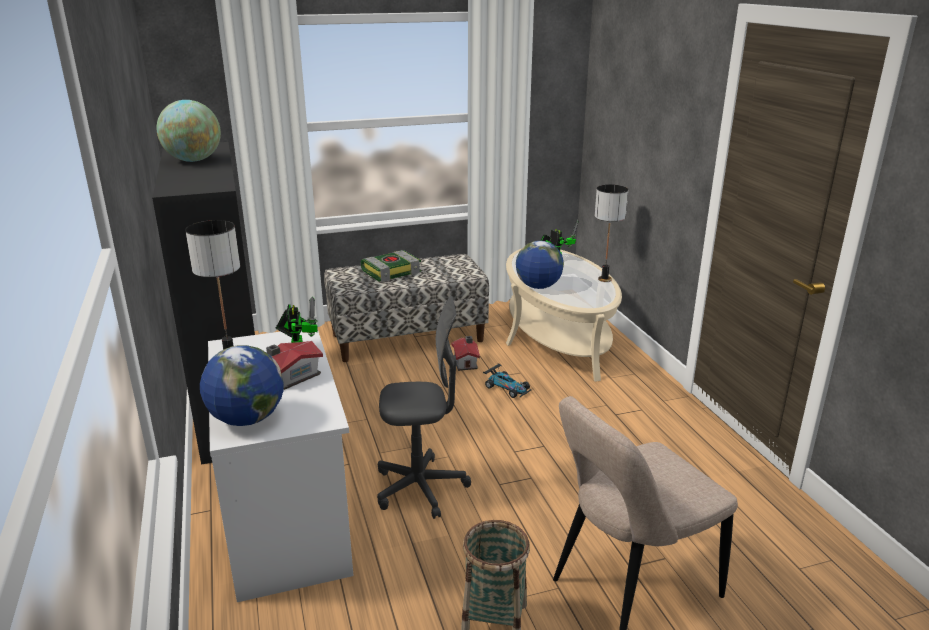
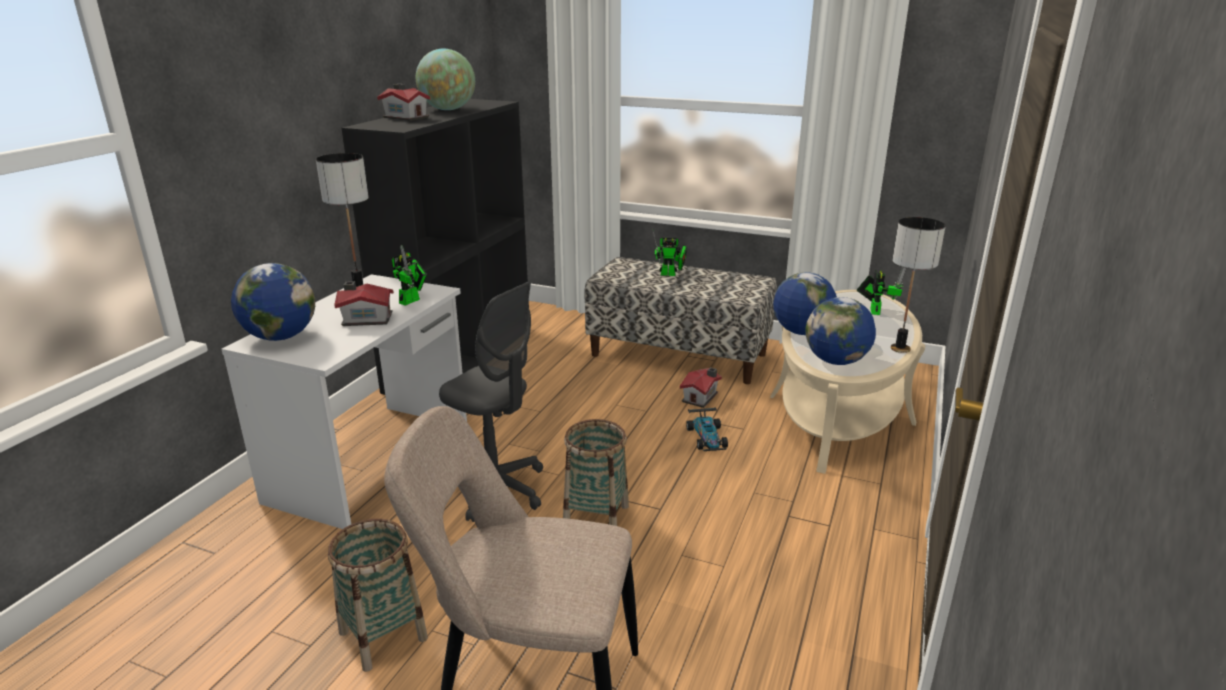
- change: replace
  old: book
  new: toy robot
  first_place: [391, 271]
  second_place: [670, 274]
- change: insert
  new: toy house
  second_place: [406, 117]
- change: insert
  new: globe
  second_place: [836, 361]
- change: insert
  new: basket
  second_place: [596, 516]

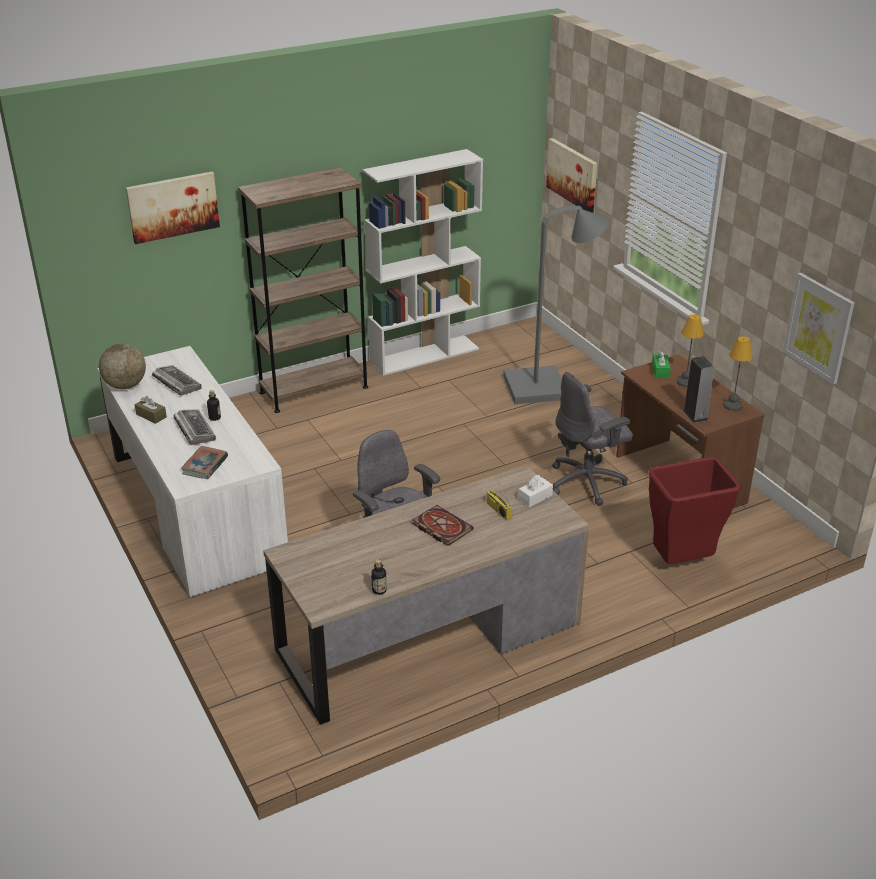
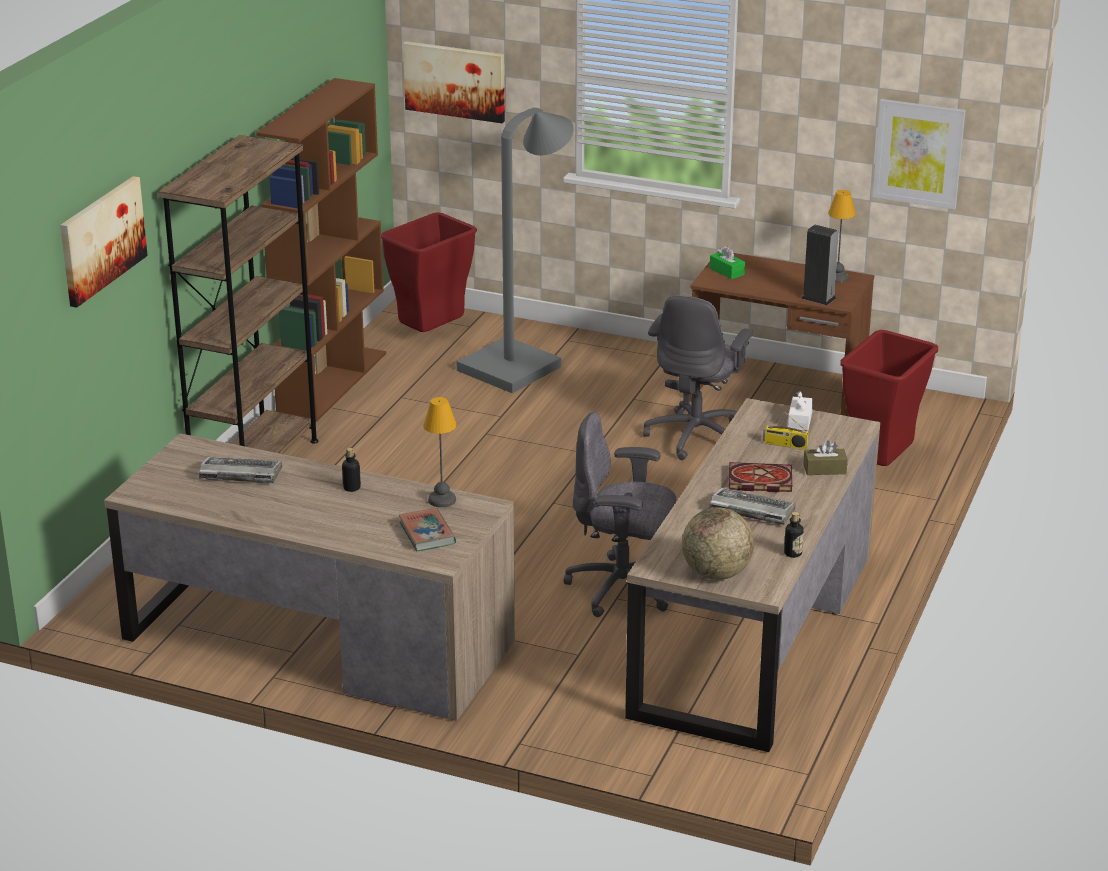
- change: recolor
  old: white bookcase
  new: brown bookcase
  first_place: [425, 355]
  second_place: [332, 382]
- change: move
  old: table lamp
  first_place: [686, 382]
  second_place: [442, 499]
- change: move
  old: globe
  first_place: [125, 385]
  second_place: [716, 573]
- change: recolor
  old: white desk
  new: brown desk
  first_place: [196, 509]
  second_place: [318, 641]
- change: move
  old: brown tissue box
  first_place: [151, 416]
  second_place: [824, 469]
- change: move
  old: keyboard
  first_place: [194, 430]
  second_place: [750, 511]
- change: insert
  new: red trash can
  second_place: [431, 334]

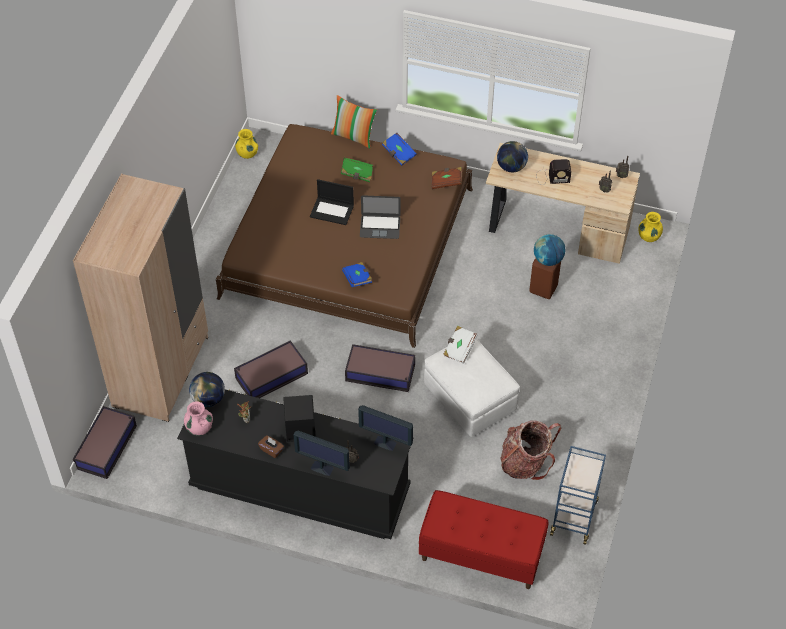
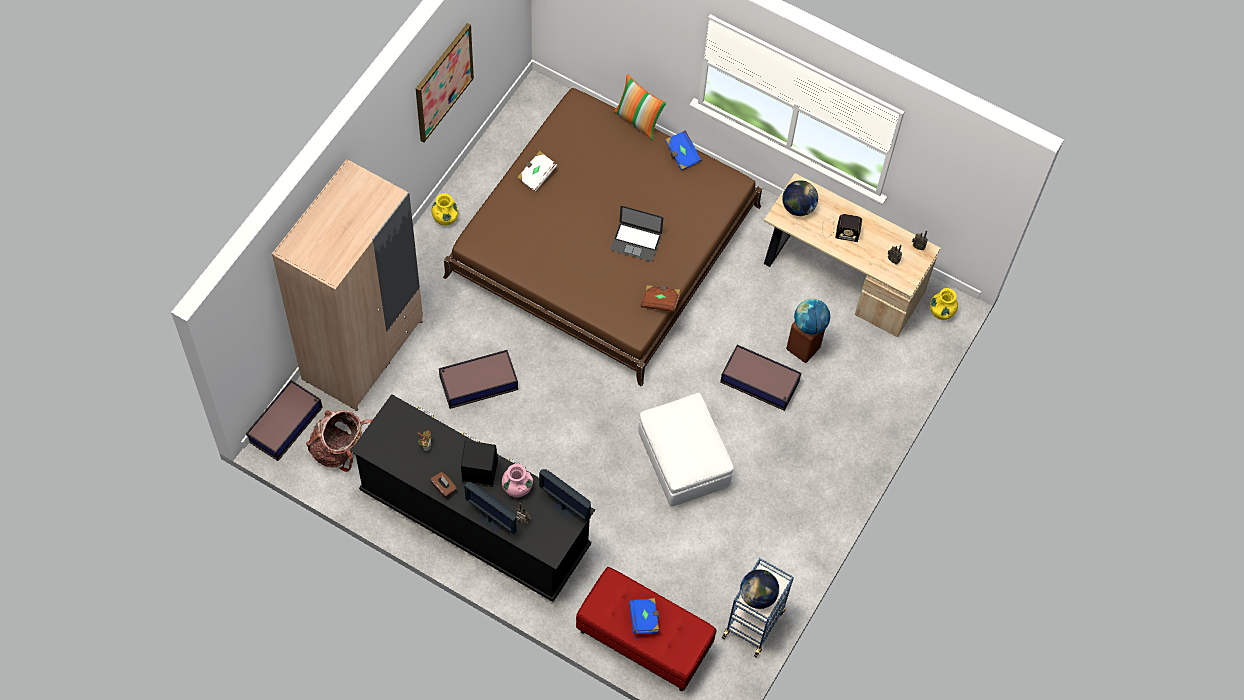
- change: move
  old: yellow vase
  first_place: [247, 154]
  second_place: [445, 218]
- change: delete
  old: green book
  first_place: [357, 174]
- change: move
  old: brown book
  first_place: [446, 182]
  second_place: [660, 301]
- change: delete
  old: laptop
  first_place: [332, 211]
- change: move
  old: blue book
  first_place: [357, 279]
  second_place: [644, 619]
- change: move
  old: white book
  first_place: [459, 349]
  second_place: [536, 175]
- change: move
  old: storage box
  first_place: [381, 373]
  second_place: [760, 382]
- change: move
  old: globe
  first_place: [208, 399]
  second_place: [757, 595]
- change: move
  old: pink vase
  first_place: [199, 428]
  second_place: [517, 487]
- change: move
  old: backpack
  first_place: [525, 463]
  second_place: [340, 449]
- change: insert
  new: picture
  second_place: [443, 82]

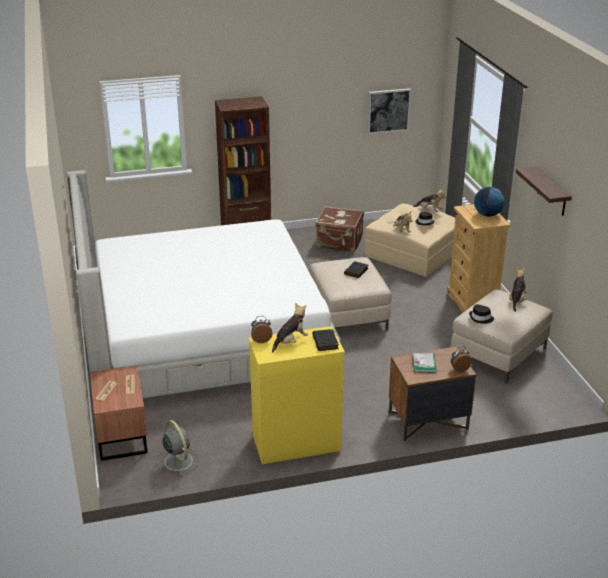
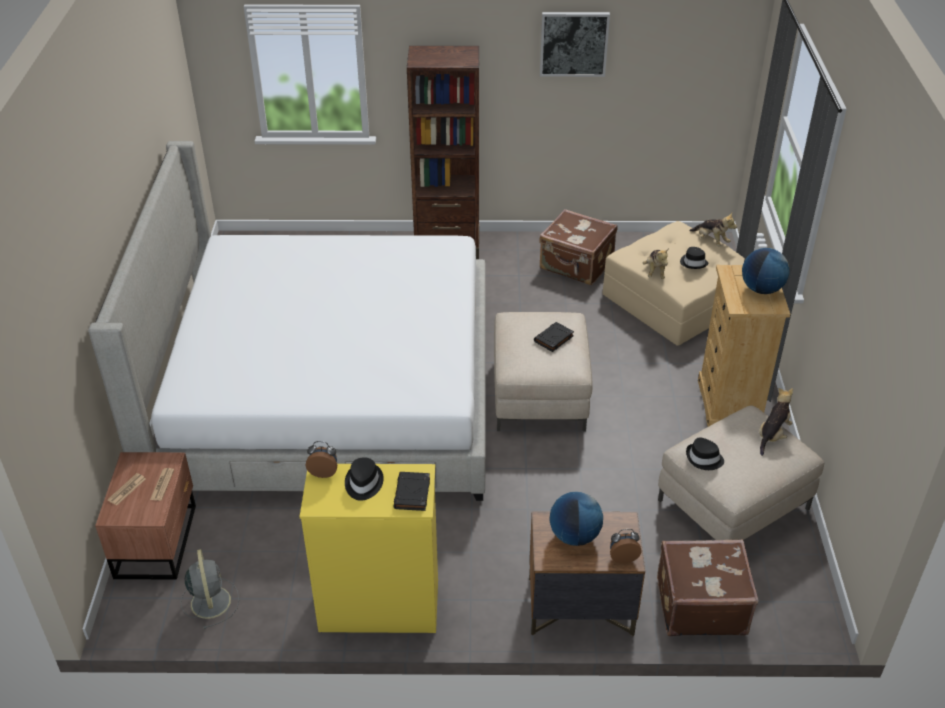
- change: move
  old: picture
  first_place: [388, 110]
  second_place: [574, 43]
- change: delete
  old: shelf
  first_place: [552, 192]
- change: replace
  old: plush toy
  new: black hat
  first_place: [290, 342]
  second_place: [363, 483]
- change: replace
  old: book
  new: globe
  first_place: [424, 364]
  second_place: [574, 536]
- change: insert
  new: brown suitcase
  second_place: [700, 605]

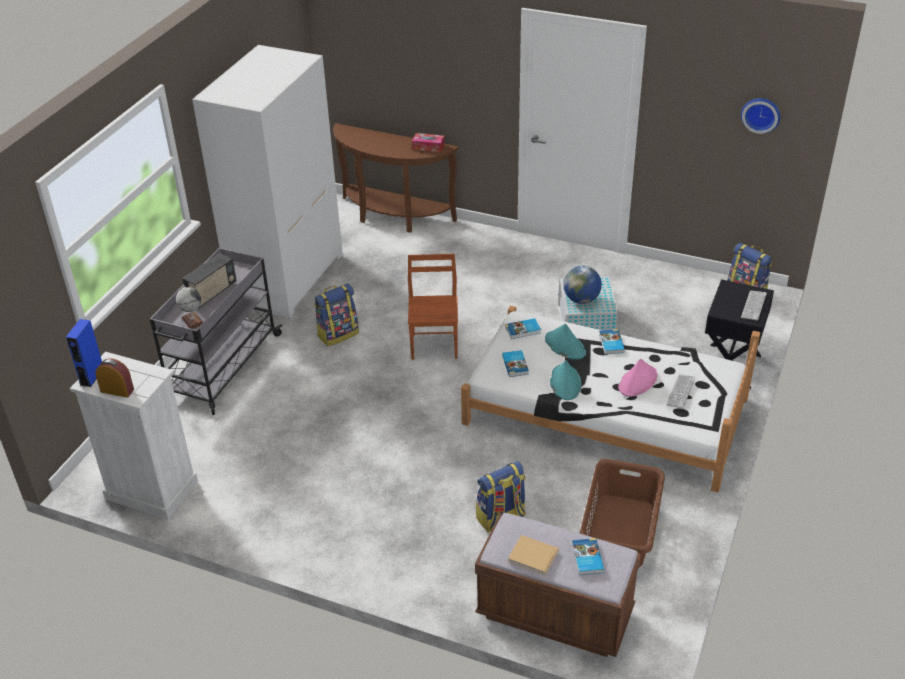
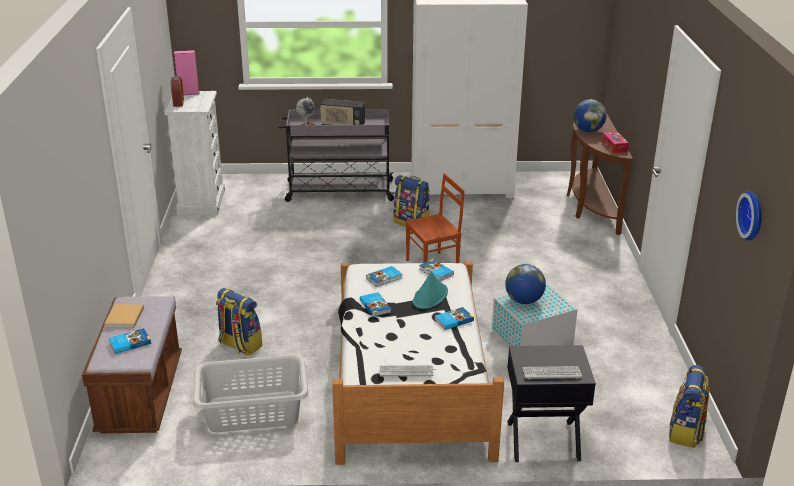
- change: recolor
  old: blue speaker
  new: pink speaker
  first_place: [92, 376]
  second_place: [188, 93]
- change: delete
  old: pink hat
  first_place: [637, 381]
- change: replace
  old: turquoise hat
  new: book
  first_place: [565, 383]
  second_place: [375, 306]
- change: recolor
  old: brown laundry basket
  new: grey laundry basket
  first_place: [619, 531]
  second_place: [252, 411]
- change: insert
  new: globe
  second_place: [588, 130]

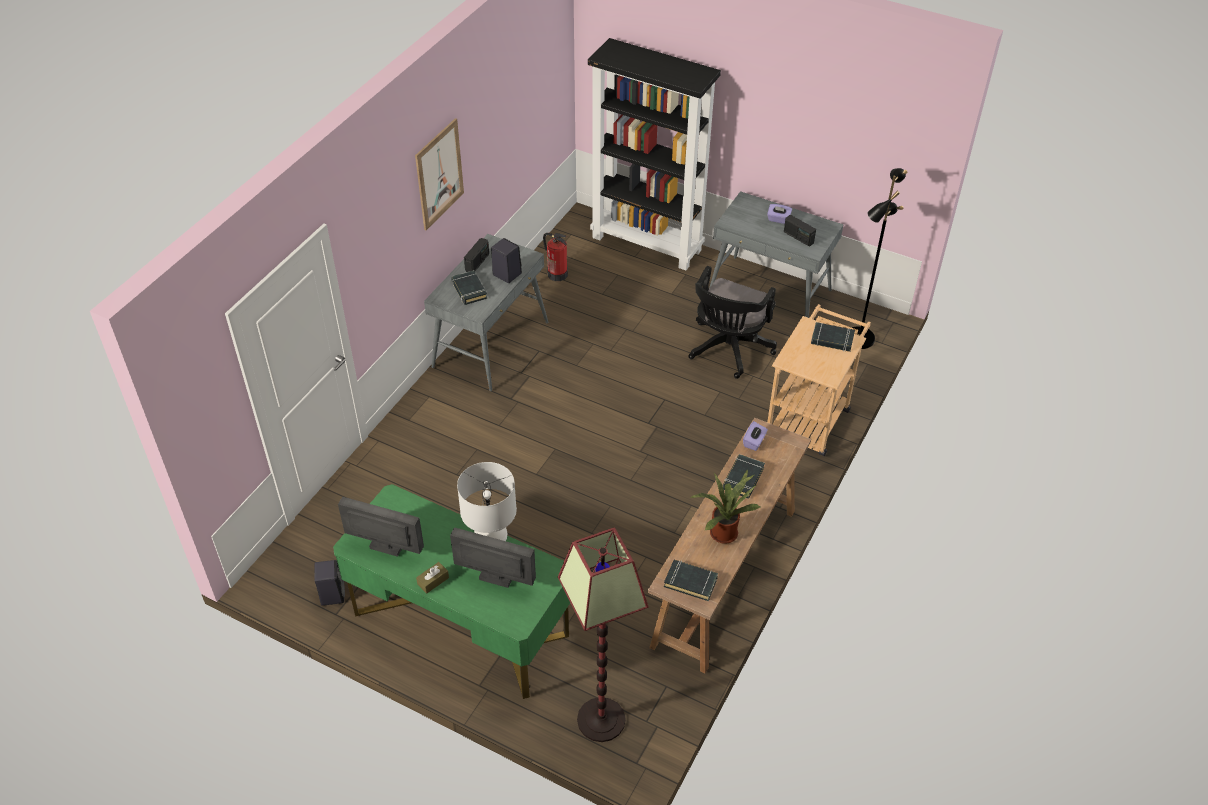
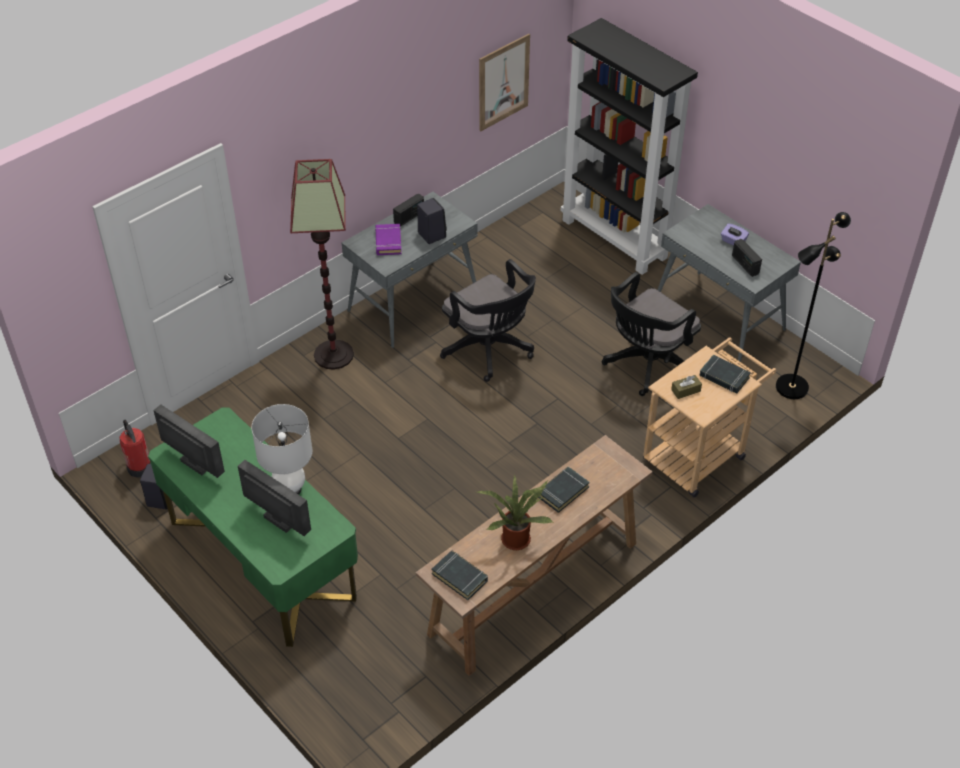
- change: move
  old: picture
  first_place: [439, 174]
  second_place: [503, 82]
- change: move
  old: fire extinguisher
  first_place: [557, 274]
  second_place: [140, 467]
- change: recolor
  old: black book
  new: purple book
  first_place: [469, 290]
  second_place: [388, 242]
- change: delete
  old: purple tissue box
  first_place: [754, 442]
- change: move
  old: floor lamp
  first_place: [600, 719]
  second_place: [333, 355]
- change: move
  old: brown tissue box
  first_place: [433, 581]
  second_place: [685, 390]
- change: insert
  new: black office chair
  second_place: [490, 350]

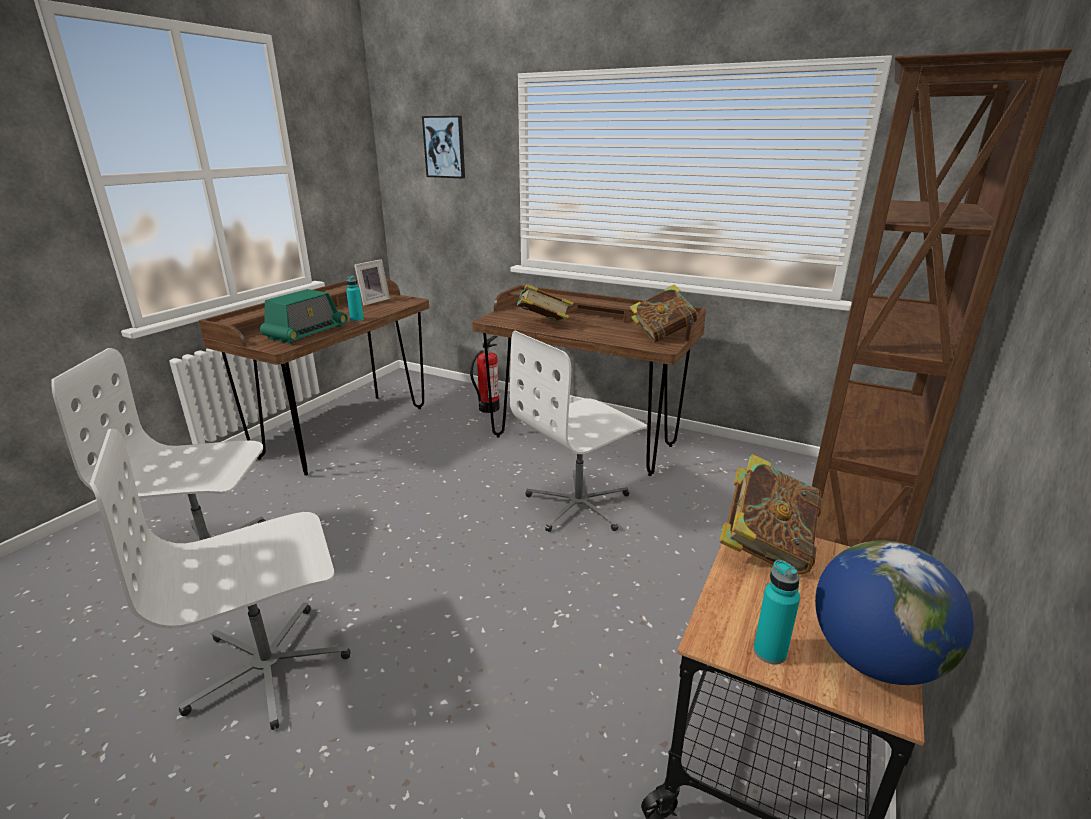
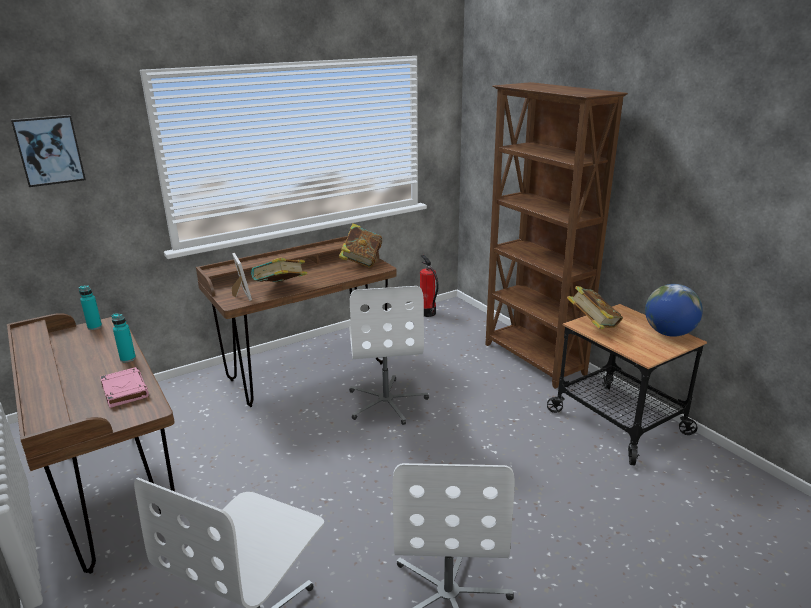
- change: move
  old: picture frame
  first_place: [373, 301]
  second_place: [241, 295]
- change: replace
  old: radio
  new: pink book
  first_place: [306, 332]
  second_place: [124, 390]
- change: move
  old: fire extinguisher
  first_place: [488, 408]
  second_place: [427, 313]
- change: move
  old: turquoise bottle
  first_place: [769, 652]
  second_place: [94, 327]

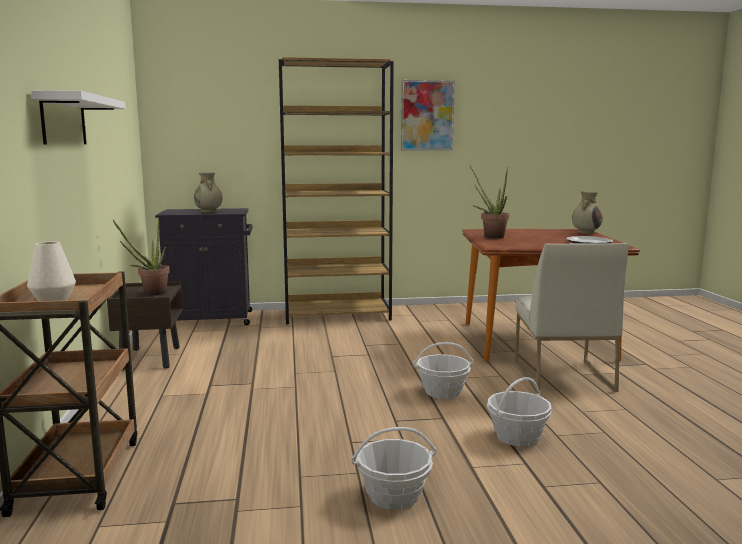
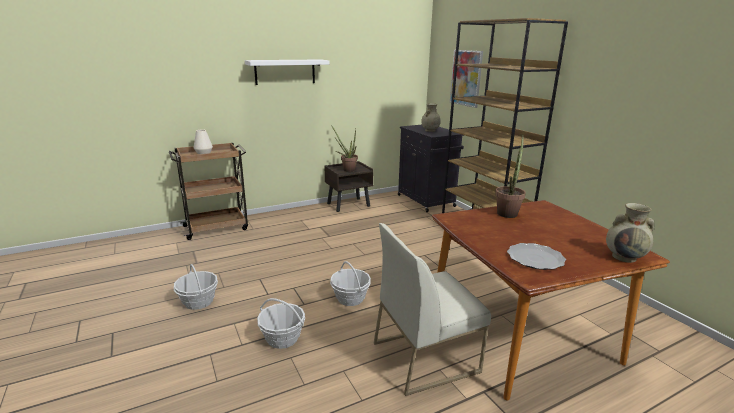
- change: move
  old: picture
  first_place: [427, 115]
  second_place: [466, 78]

